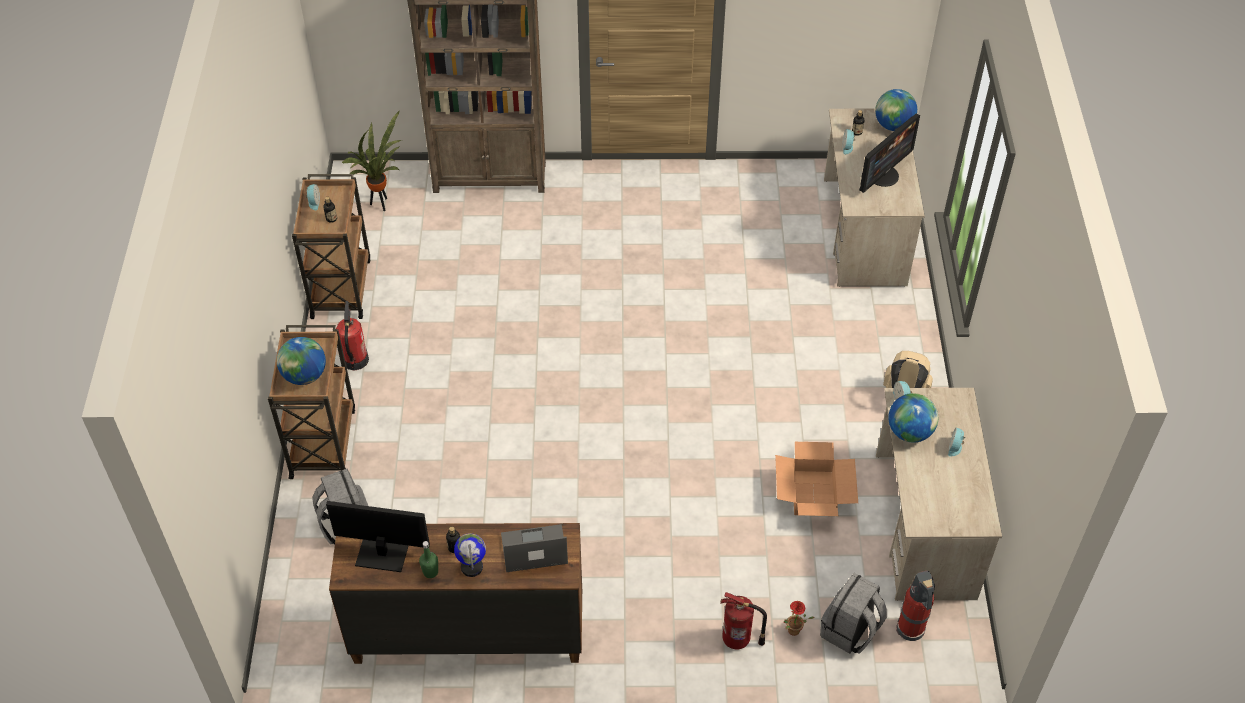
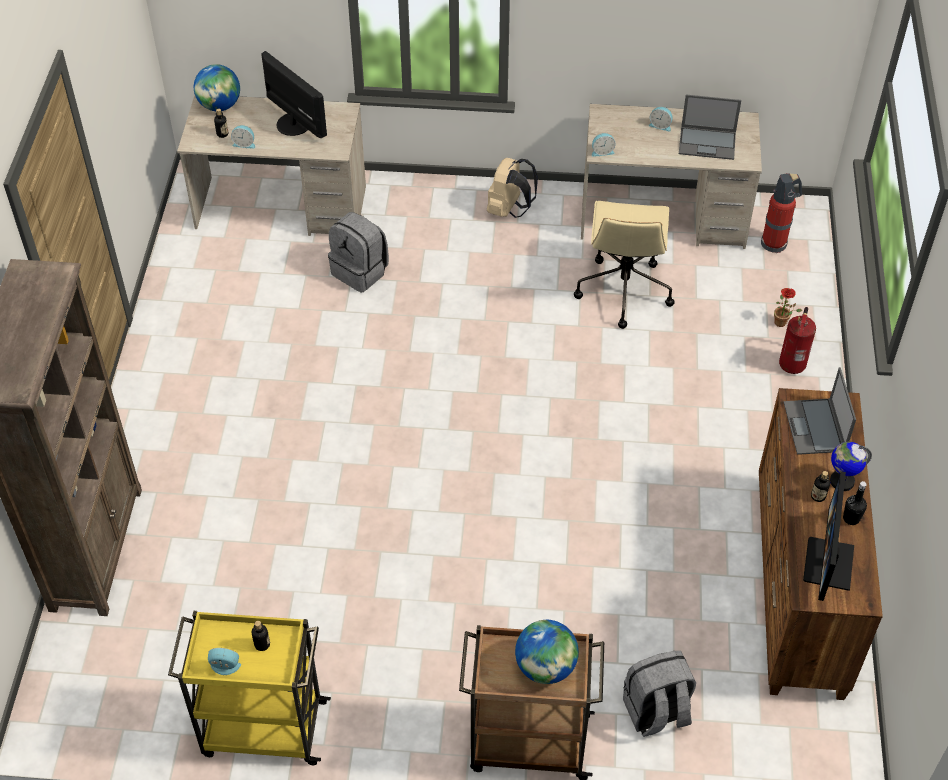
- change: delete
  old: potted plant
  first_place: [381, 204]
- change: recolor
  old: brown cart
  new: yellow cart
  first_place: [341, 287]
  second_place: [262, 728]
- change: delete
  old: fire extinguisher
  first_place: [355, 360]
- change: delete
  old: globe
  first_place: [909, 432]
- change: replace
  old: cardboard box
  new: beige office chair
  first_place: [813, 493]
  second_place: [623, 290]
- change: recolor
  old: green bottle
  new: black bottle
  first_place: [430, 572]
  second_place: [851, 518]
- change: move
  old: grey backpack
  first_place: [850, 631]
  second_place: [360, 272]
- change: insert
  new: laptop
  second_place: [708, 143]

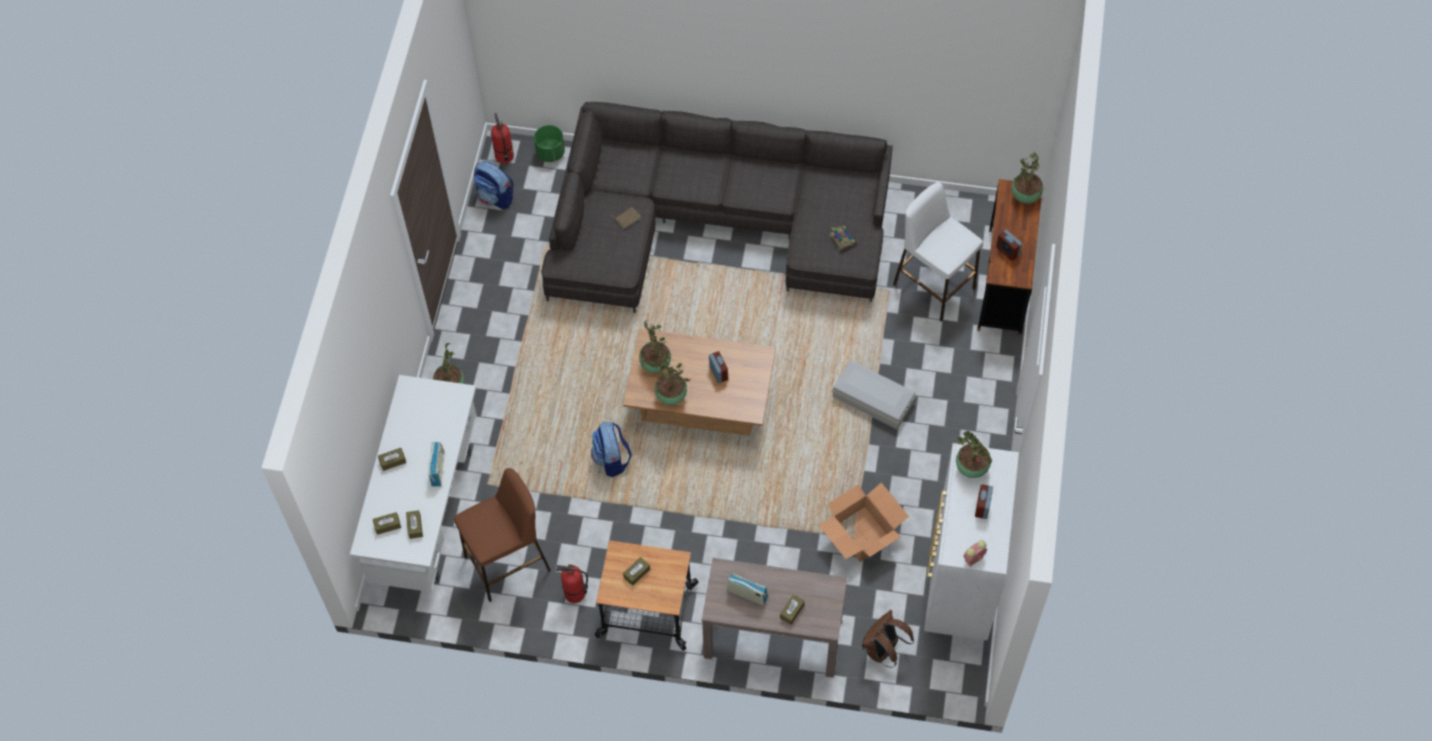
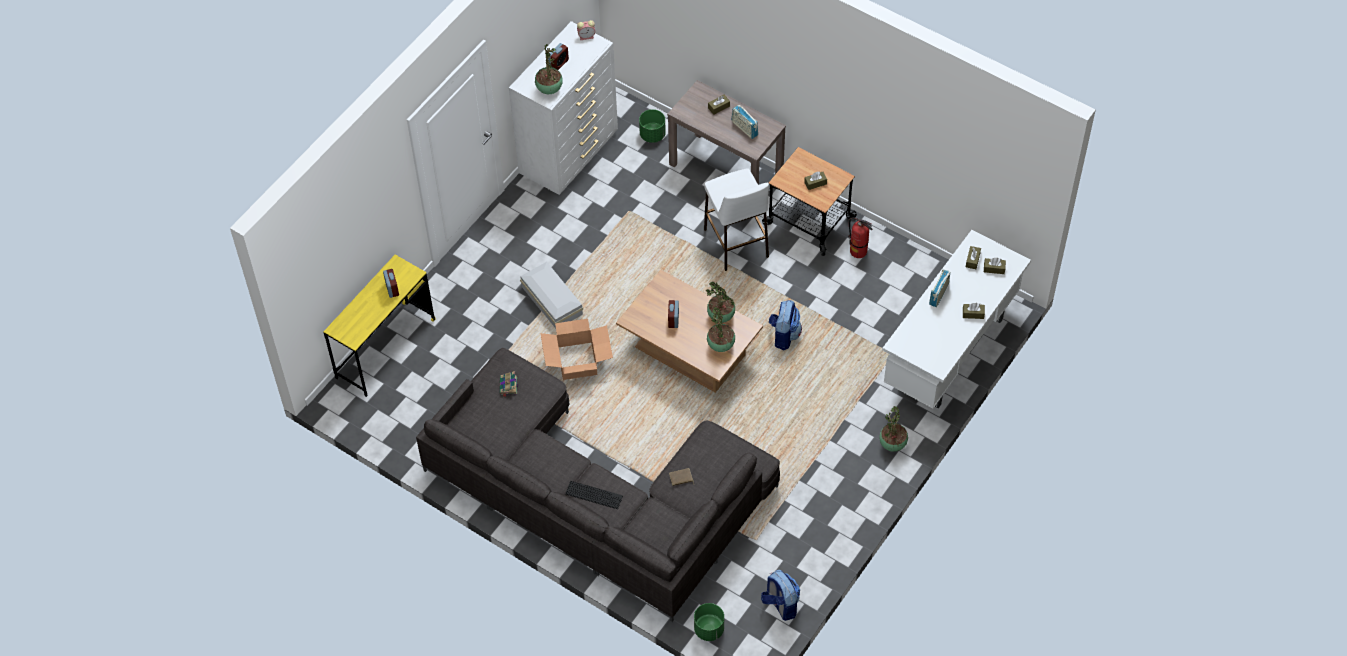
- change: delete
  old: fire extinguisher
  first_place: [504, 156]
- change: delete
  old: potted plant
  first_place: [1025, 197]
- change: recolor
  old: brown desk
  new: yellow desk
  first_place: [1004, 282]
  second_place: [385, 348]
- change: move
  old: white stool
  first_place: [933, 286]
  second_place: [736, 243]
- change: delete
  old: brown stool
  first_place: [508, 563]
- change: move
  old: cardboard box
  first_place: [862, 534]
  second_place: [577, 361]
- change: replace
  old: brown backpack
  new: green planter
  first_place: [883, 650]
  second_place: [652, 135]
- change: insert
  new: keyboard
  second_place: [594, 495]

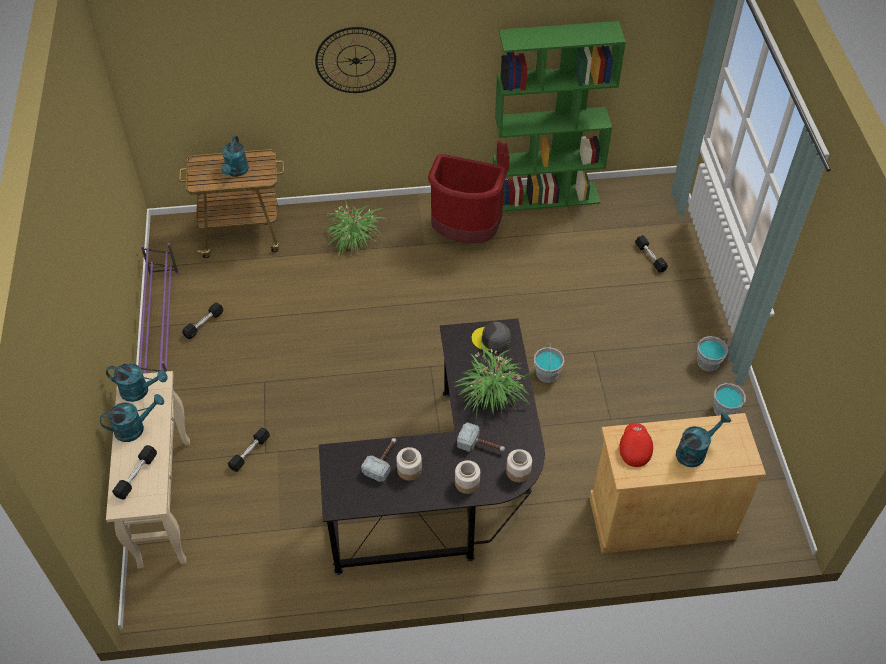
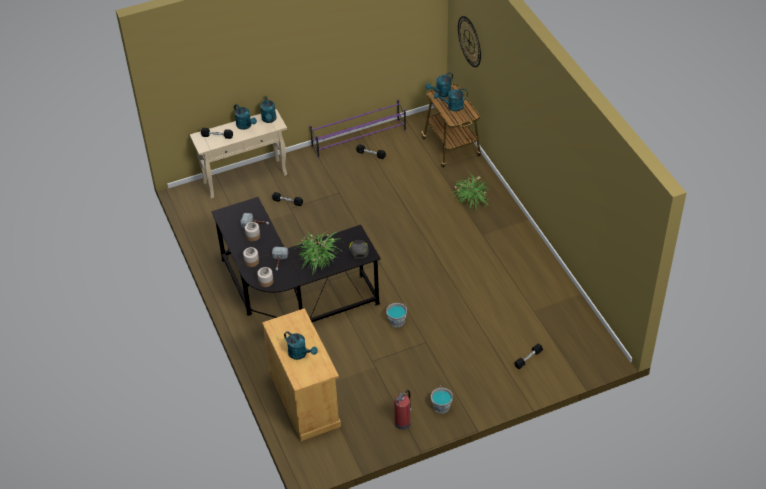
- change: delete
  old: green bookcase
  first_place: [545, 197]
- change: move
  old: wall clock
  first_place: [355, 60]
  second_place: [469, 41]
- change: delete
  old: red trash can
  first_place: [465, 234]
- change: replace
  old: grey bucket
  new: fire extinguisher
  first_place: [725, 410]
  second_place: [403, 422]
- change: delete
  old: red cap
  first_place: [634, 449]
- change: insert
  new: turquoise watering can
  second_place: [441, 93]

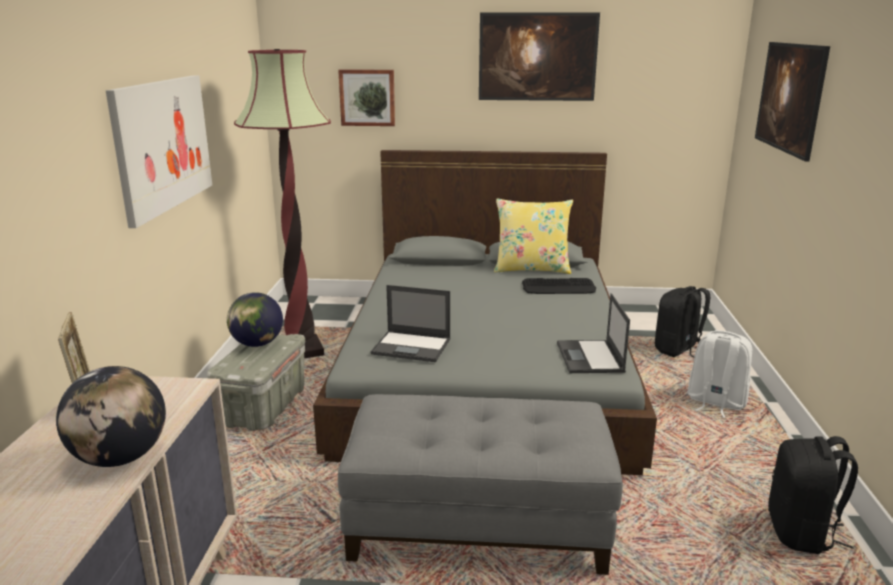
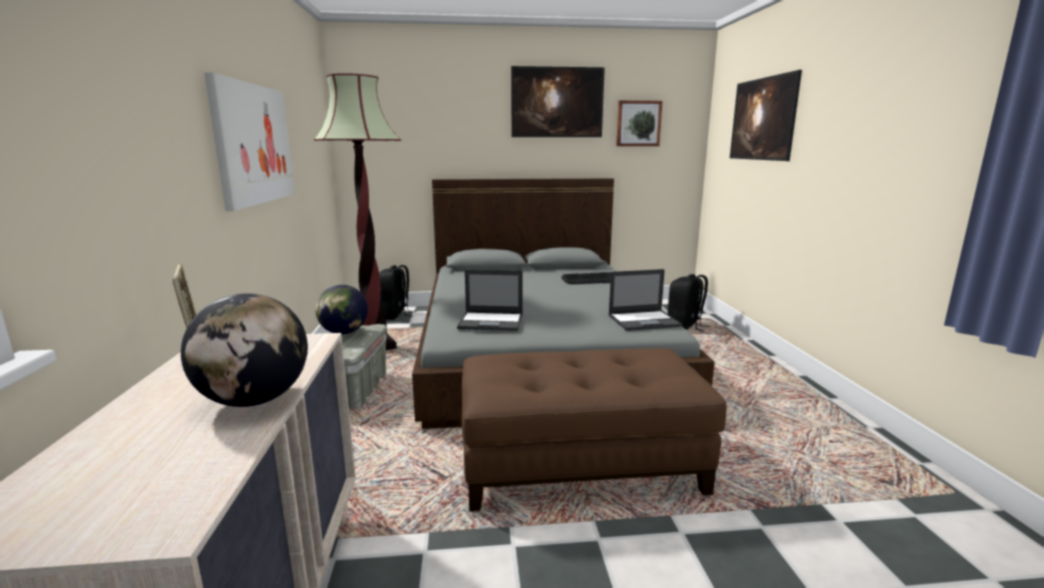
- change: move
  old: picture
  first_place: [367, 97]
  second_place: [638, 123]
- change: delete
  old: yellow pillow
  first_place: [531, 269]
- change: rotate
  old: laptop
  first_place: [590, 357]
  second_place: [644, 321]
  degrees: -90
- change: delete
  old: white backpack
  first_place: [715, 402]
- change: recolor
  old: grey ottoman
  new: brown ottoman
  first_place: [478, 520]
  second_place: [579, 463]
- change: move
  old: black backpack
  first_place: [801, 533]
  second_place: [394, 315]

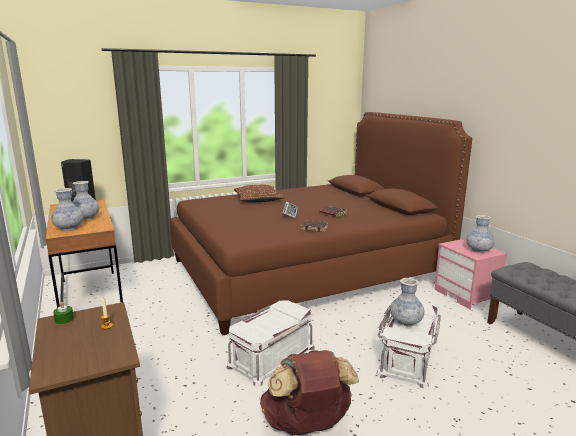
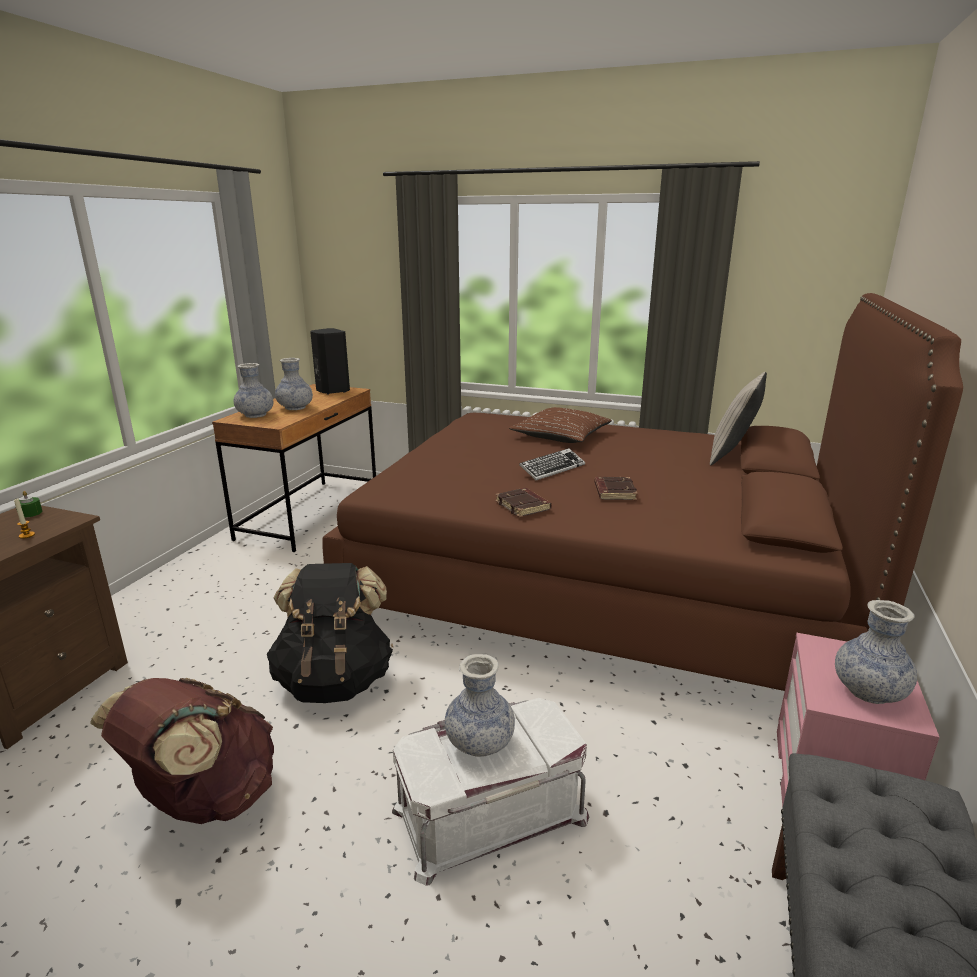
- change: replace
  old: white storage box
  new: black backpack
  first_place: [271, 356]
  second_place: [335, 680]
- change: insert
  new: beige pillow
  second_place: [733, 454]

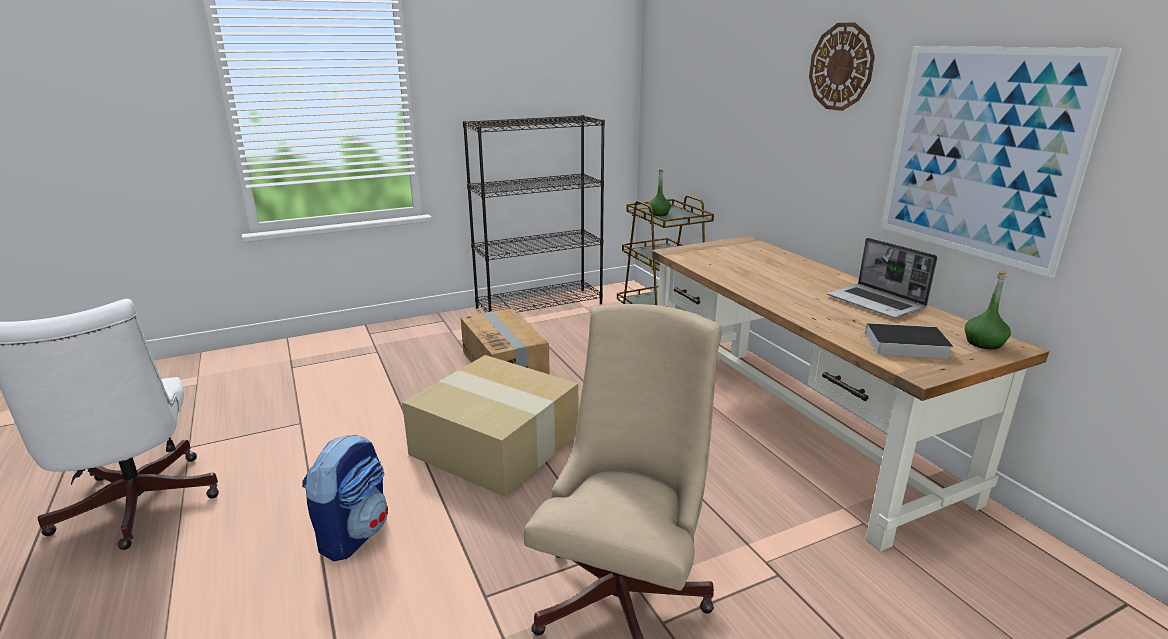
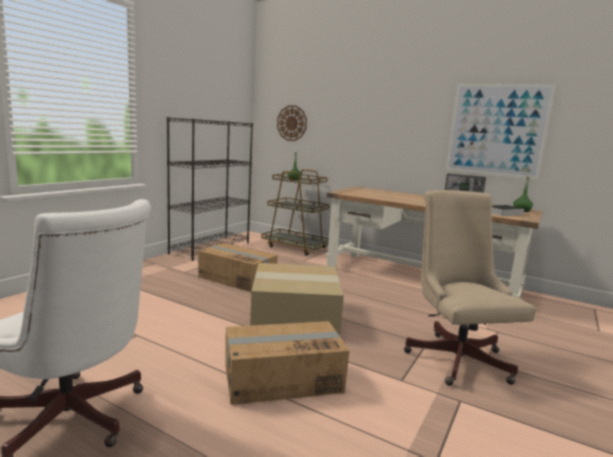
- change: move
  old: wall clock
  first_place: [841, 67]
  second_place: [292, 123]
- change: replace
  old: backpack
  new: cardboard box
  first_place: [354, 534]
  second_place: [282, 378]

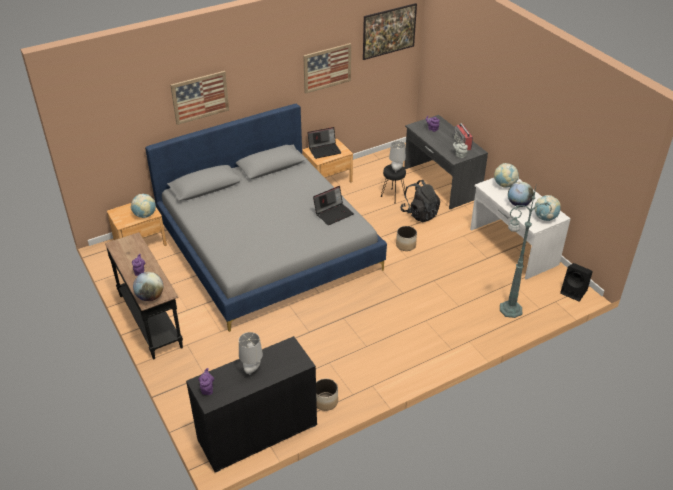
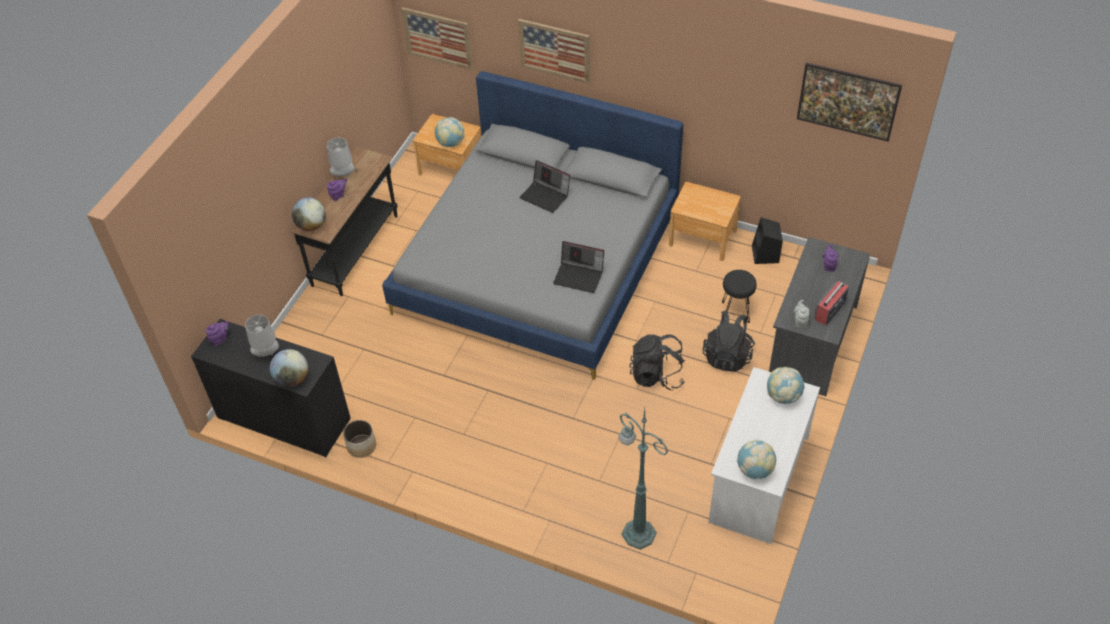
- change: move
  old: picture
  first_place: [327, 68]
  second_place: [438, 38]
- change: move
  old: laptop
  first_place: [324, 150]
  second_place: [546, 196]
- change: move
  old: grey table lamp
  first_place: [396, 169]
  second_place: [344, 175]
- change: move
  old: globe
  first_place: [518, 204]
  second_place: [292, 379]
- change: replace
  old: planter
  new: black backpack
  first_place: [406, 245]
  second_place: [657, 375]
- change: move
  old: black speaker
  first_place: [574, 292]
  second_place: [765, 255]

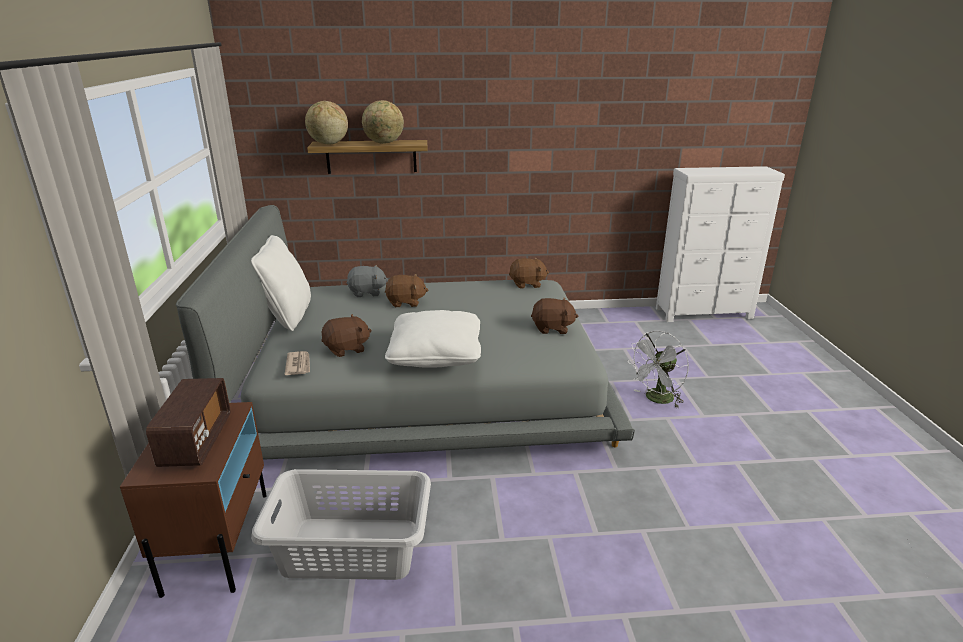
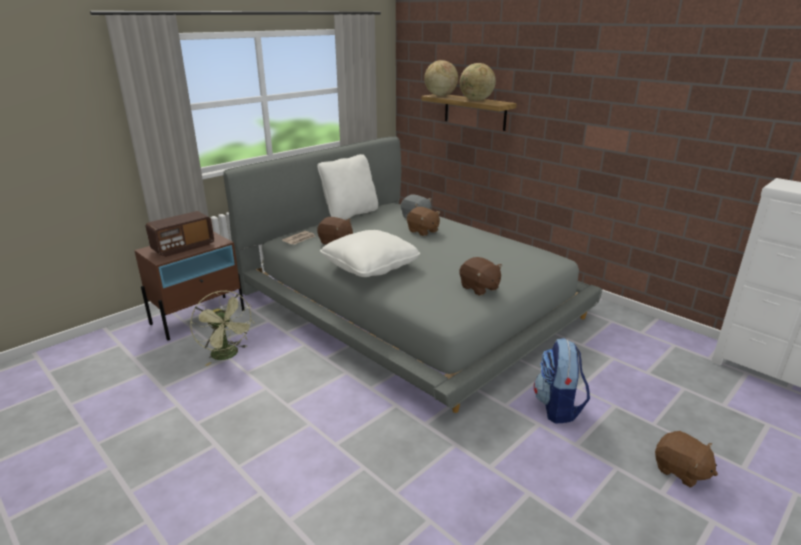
- change: move
  old: brown plush toy
  first_place: [527, 284]
  second_place: [680, 471]
- change: replace
  old: white fan
  new: backpack
  first_place: [656, 399]
  second_place: [558, 407]
- change: replace
  old: grey laundry basket
  new: green fan
  first_place: [350, 547]
  second_place: [228, 355]

